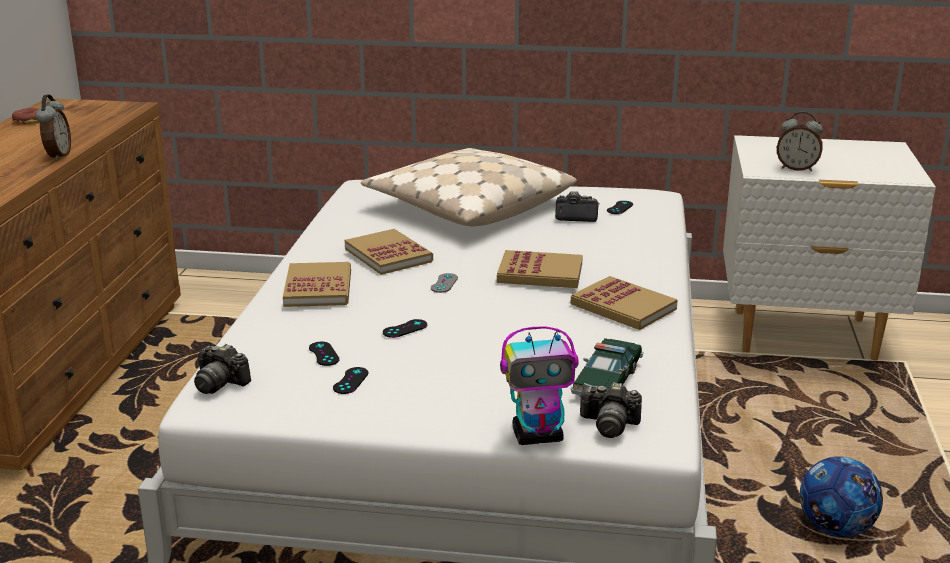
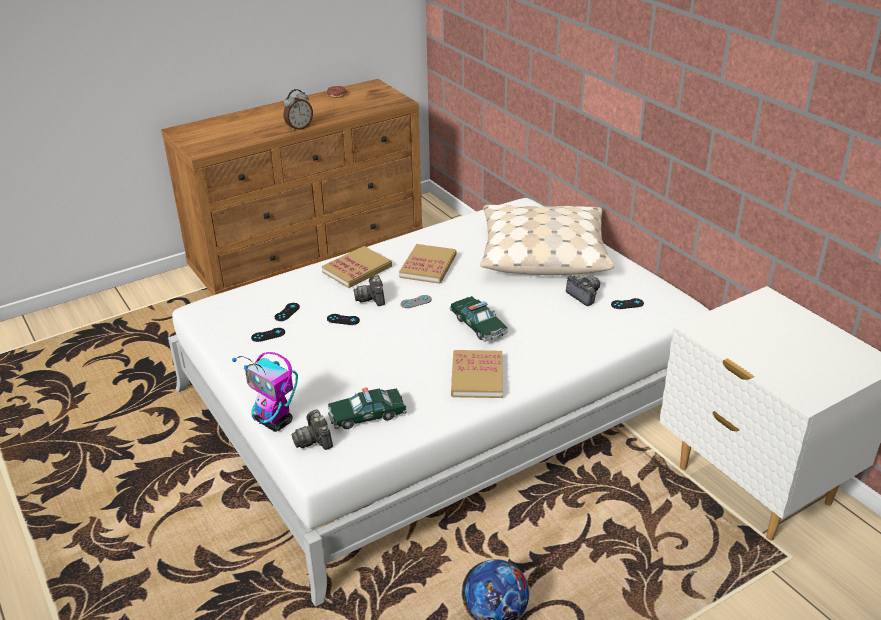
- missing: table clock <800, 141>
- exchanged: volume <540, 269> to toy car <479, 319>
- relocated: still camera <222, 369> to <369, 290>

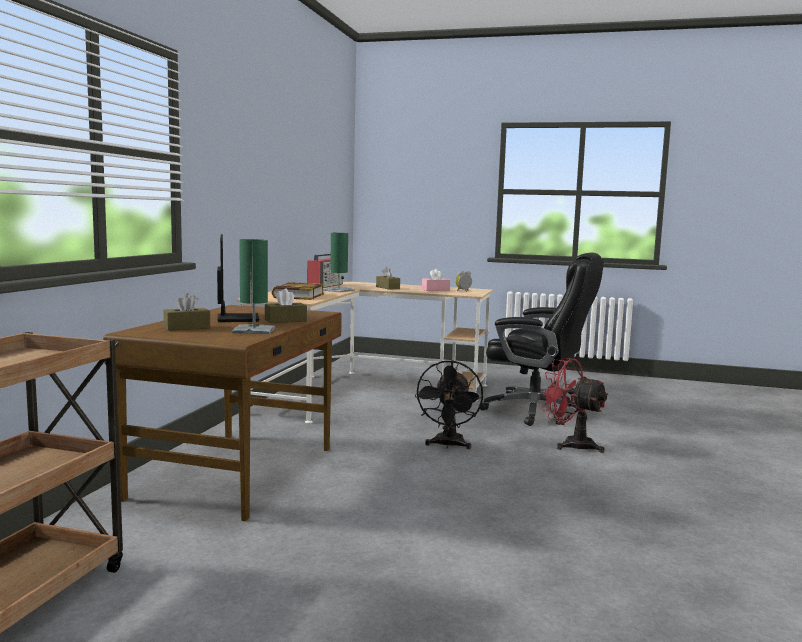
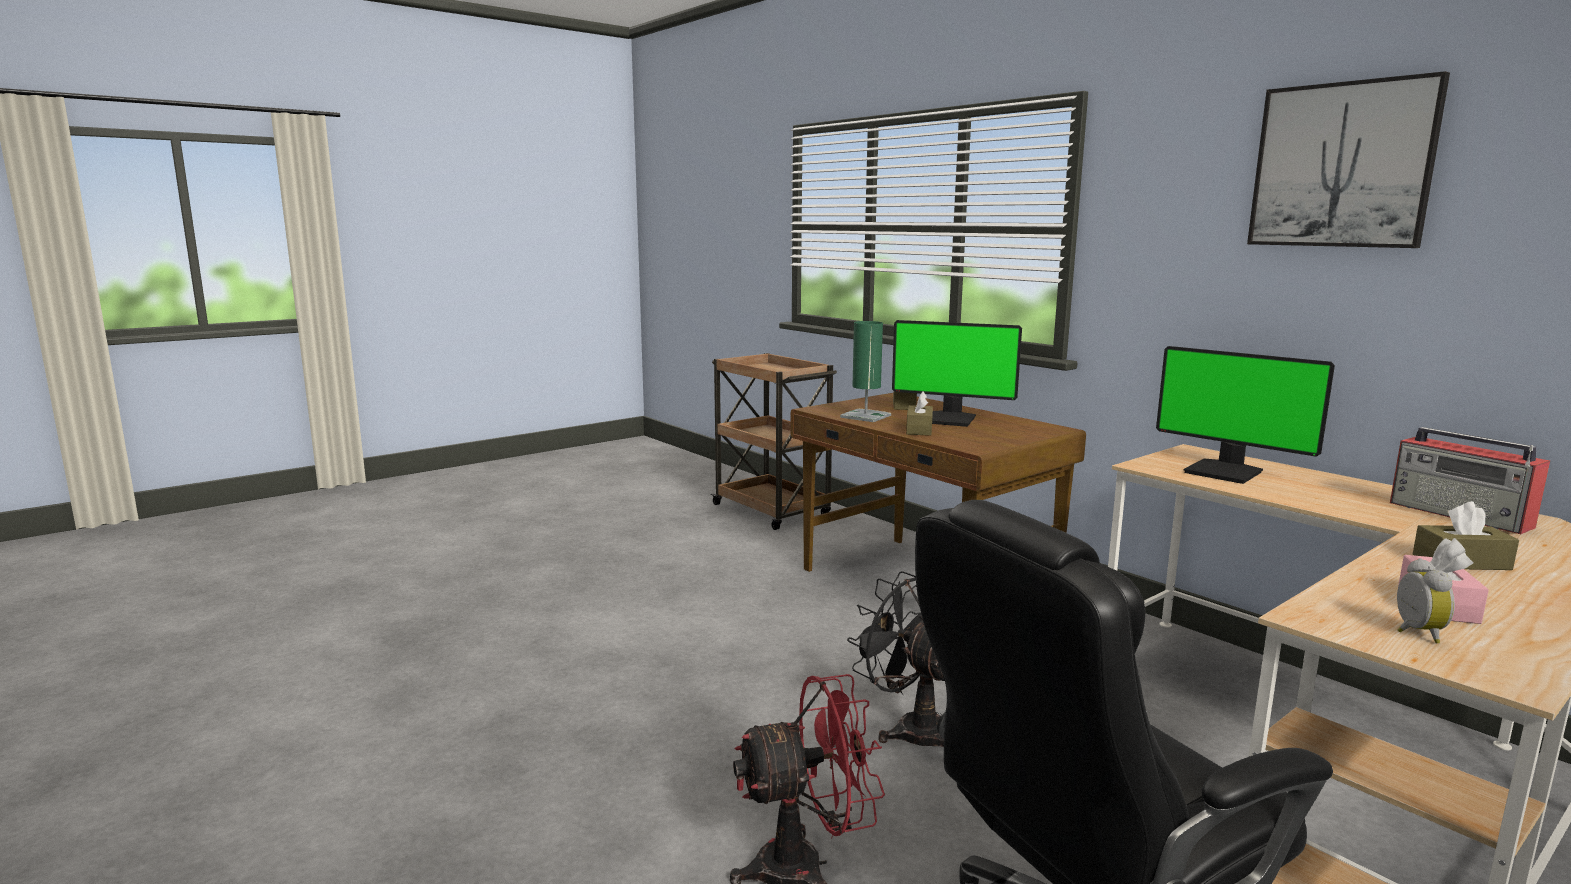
- missing: lamp for a table (green-coloured) <339, 263>
- exchanged: volume <298, 291> to computer screen <1245, 415>
- appeared: wall art <1348, 159>

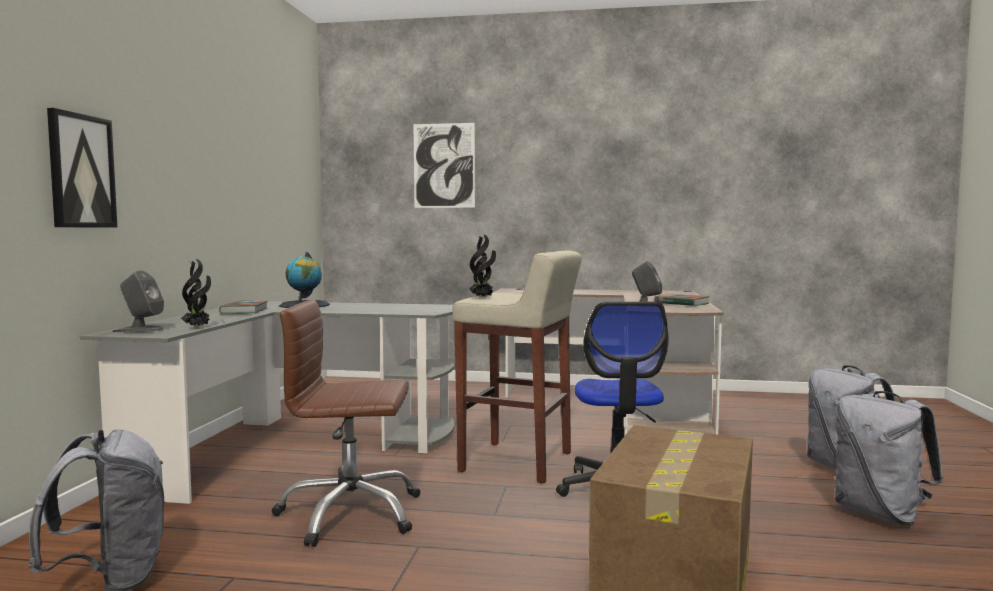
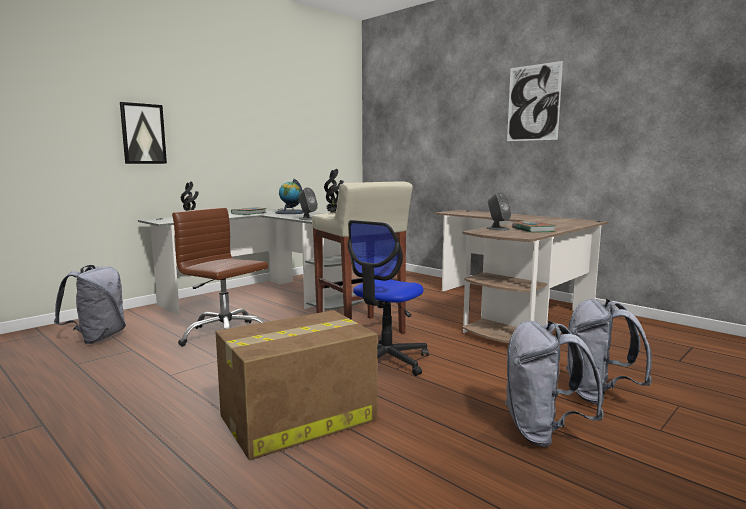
- relocated: wall art <444, 165> to <535, 101>
- relocated: speaker (grey) <142, 301> to <308, 203>

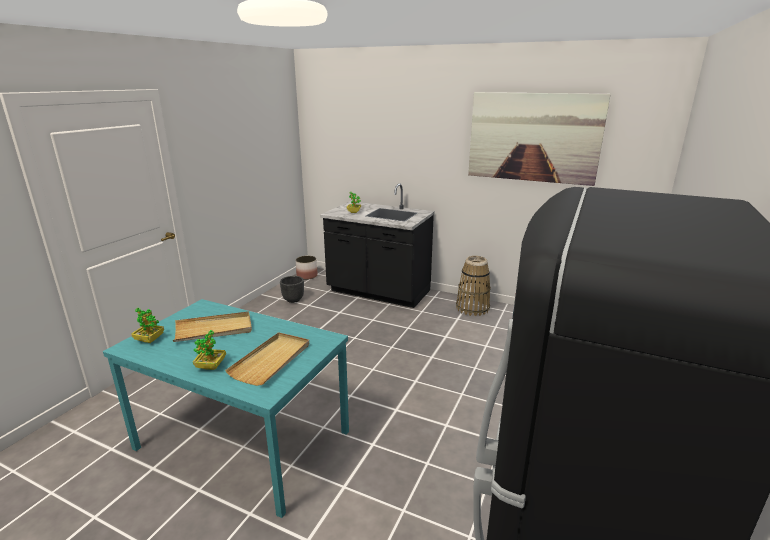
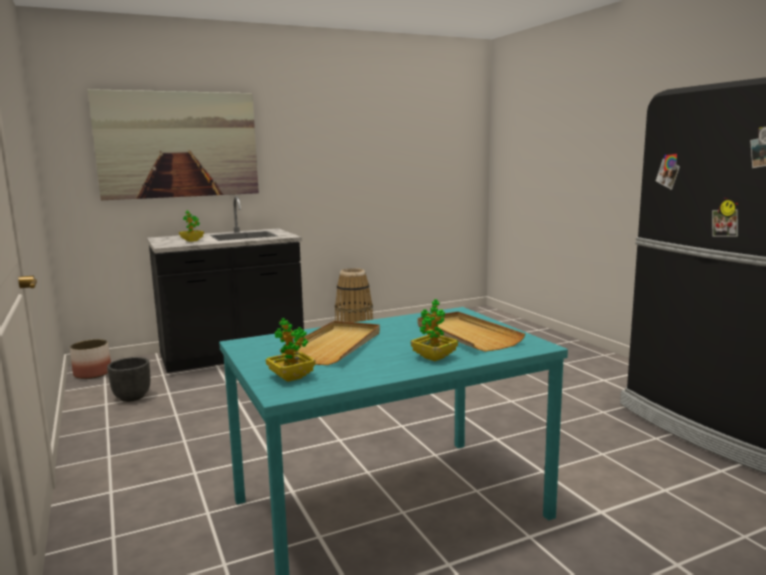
- relocated: wall art <539, 139> to <173, 144>

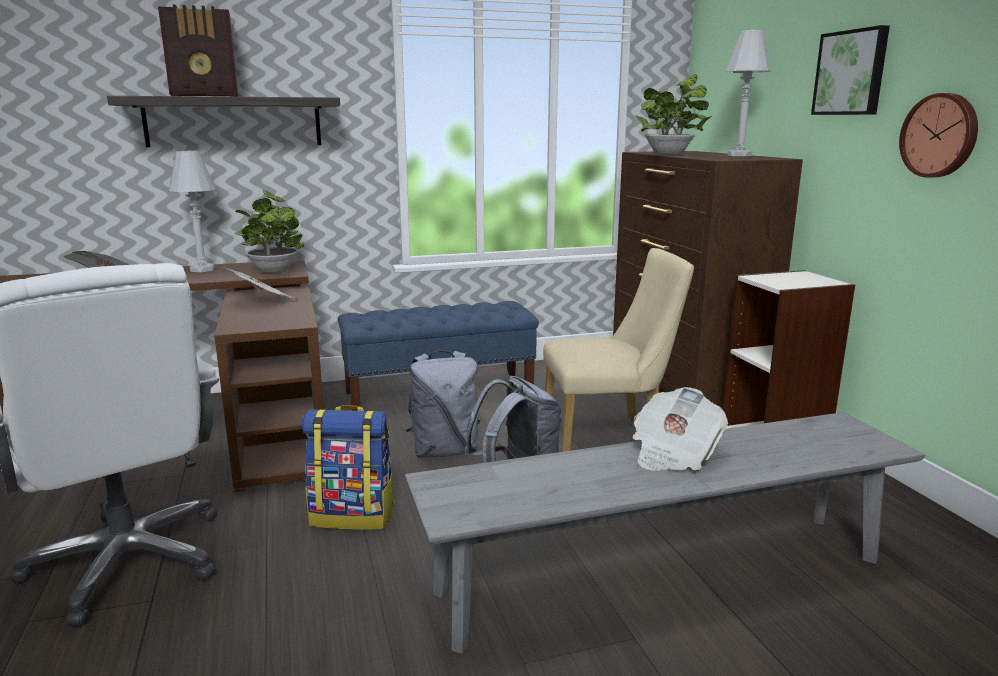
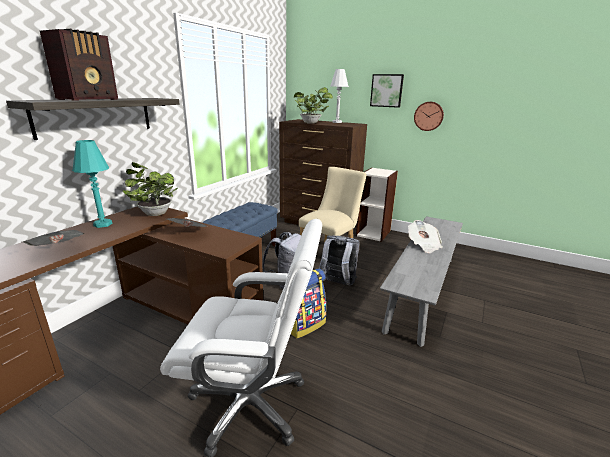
- colour: lamp for a table (white-coloured) <192, 211> to lamp for a table (turquoise) <92, 184>

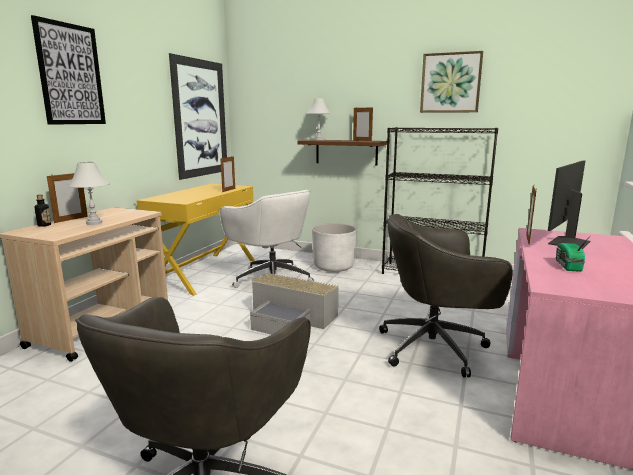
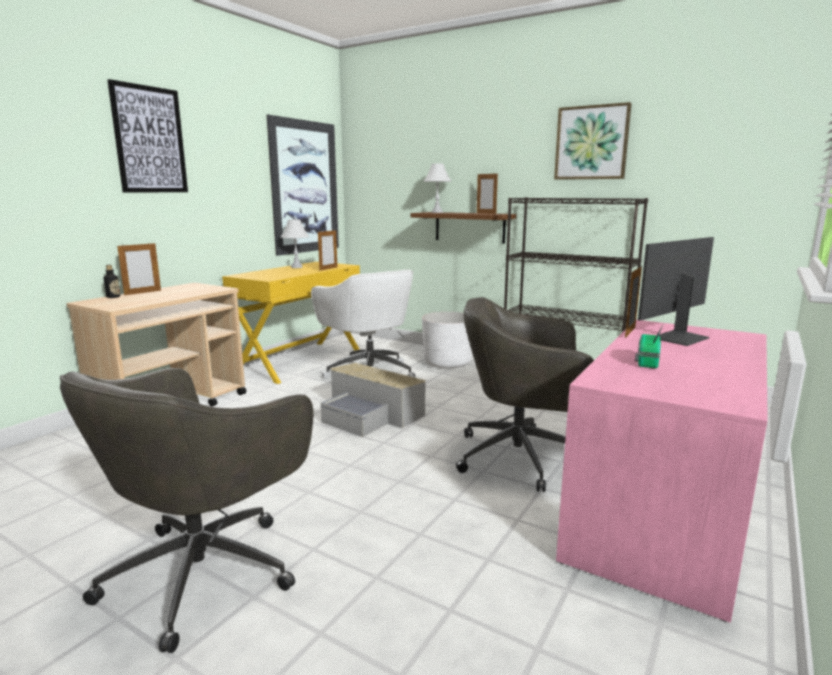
- relocated: lamp for a table (white-coloured) <89, 193> to <295, 243>

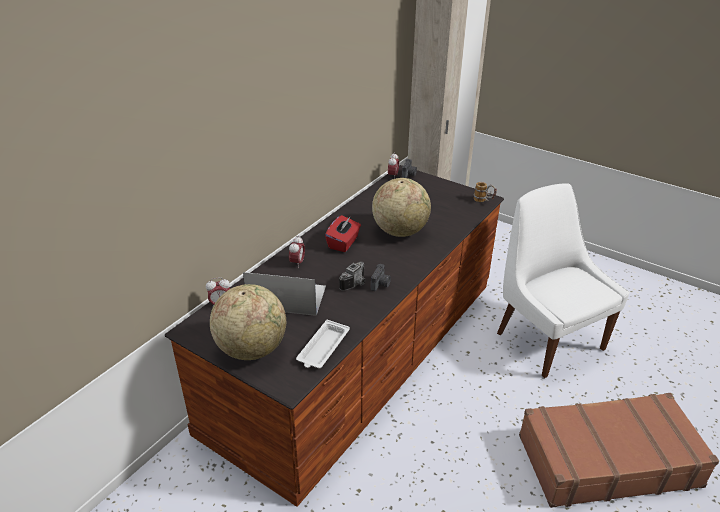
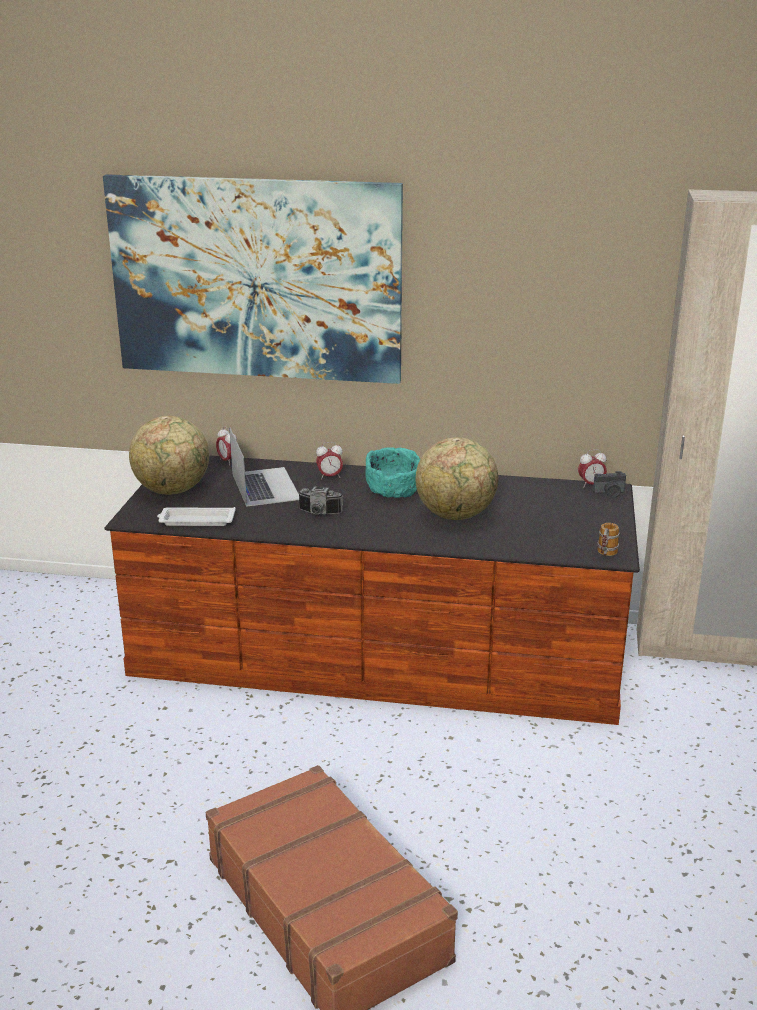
- missing: chair (white-coloured) <563, 280>
- exchanged: tissue holder (reddish) <343, 233> to bowl (turquoise) <392, 472>
- missing: still camera <381, 277>
- appeared: wall art <253, 279>

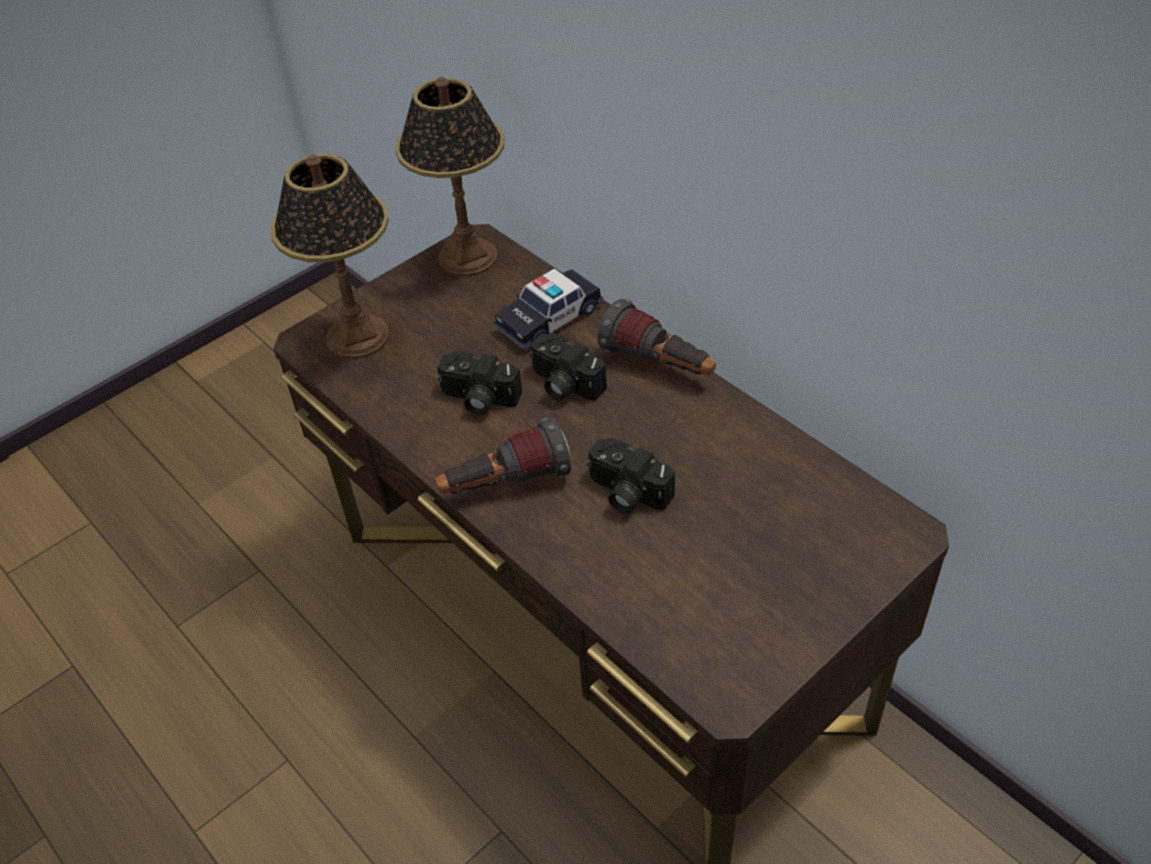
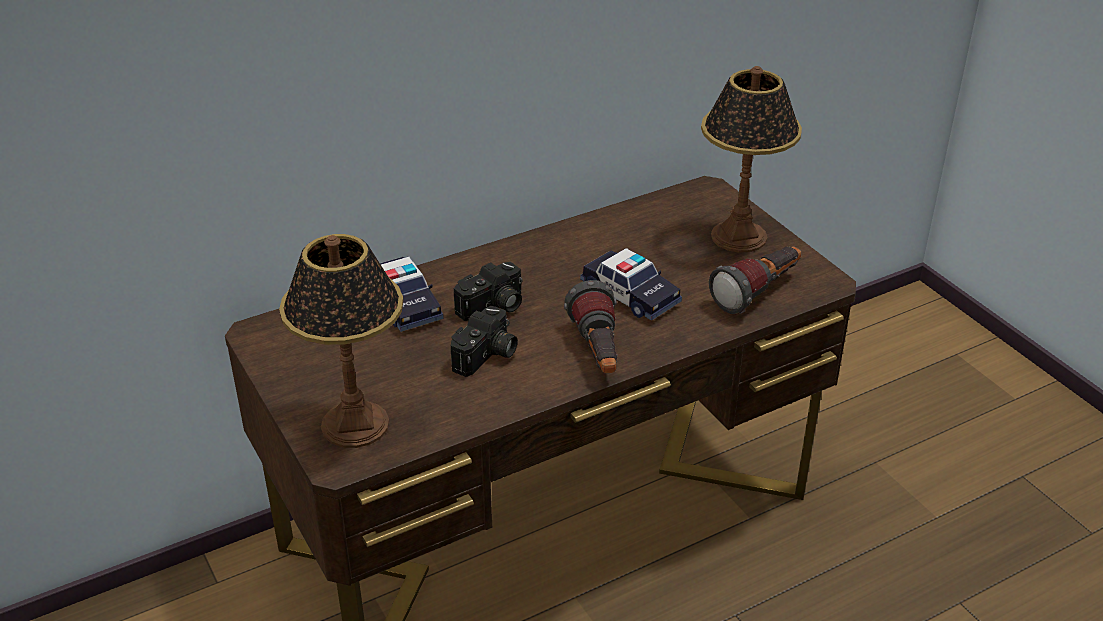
- relocated: lamp for a table <449, 176> to <751, 159>
- relocated: flashlight <657, 337> to <755, 280>
- exchanged: still camera <631, 476> to toy car <631, 284>

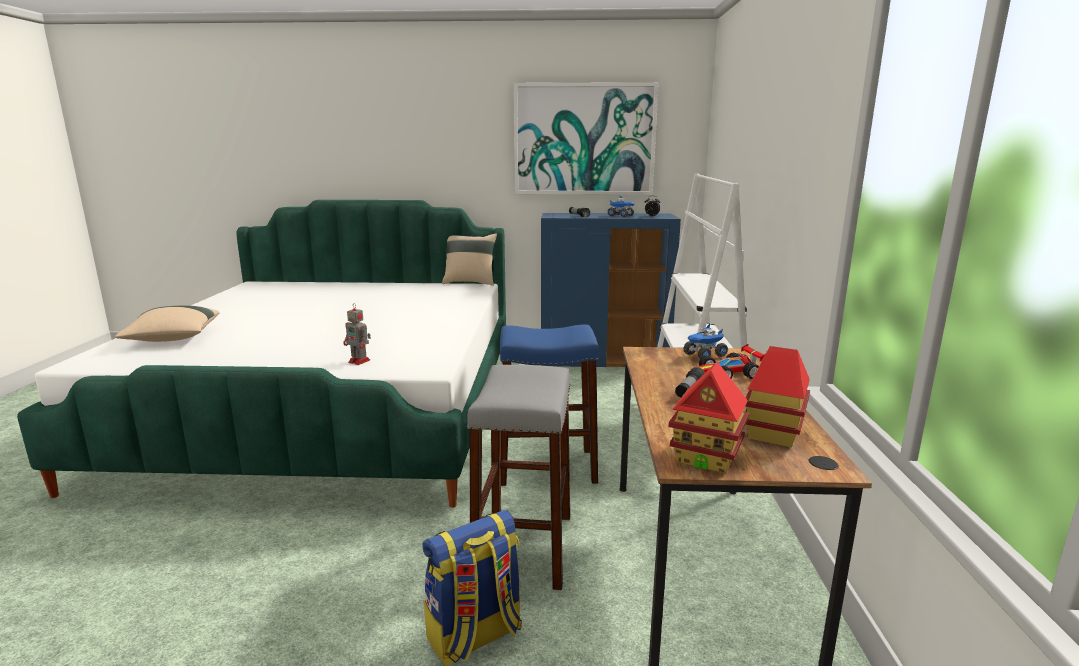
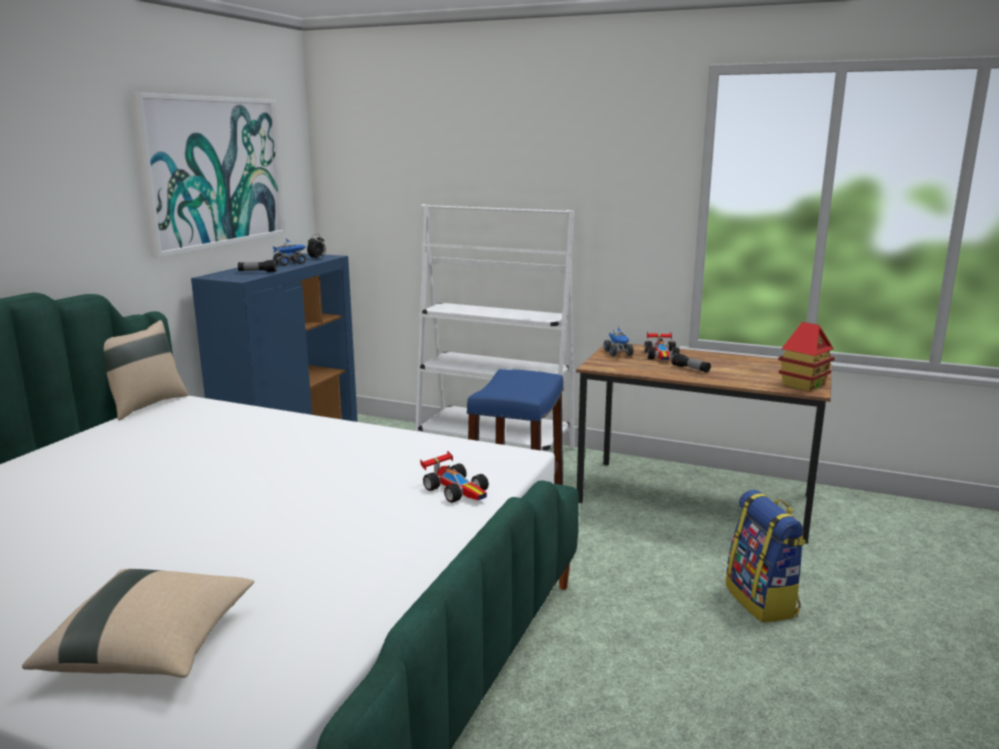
- exchanged: robot figure <357, 334> to toy car <454, 477>
- missing: toy house <777, 396>
- missing: stool (grey) <519, 477>

